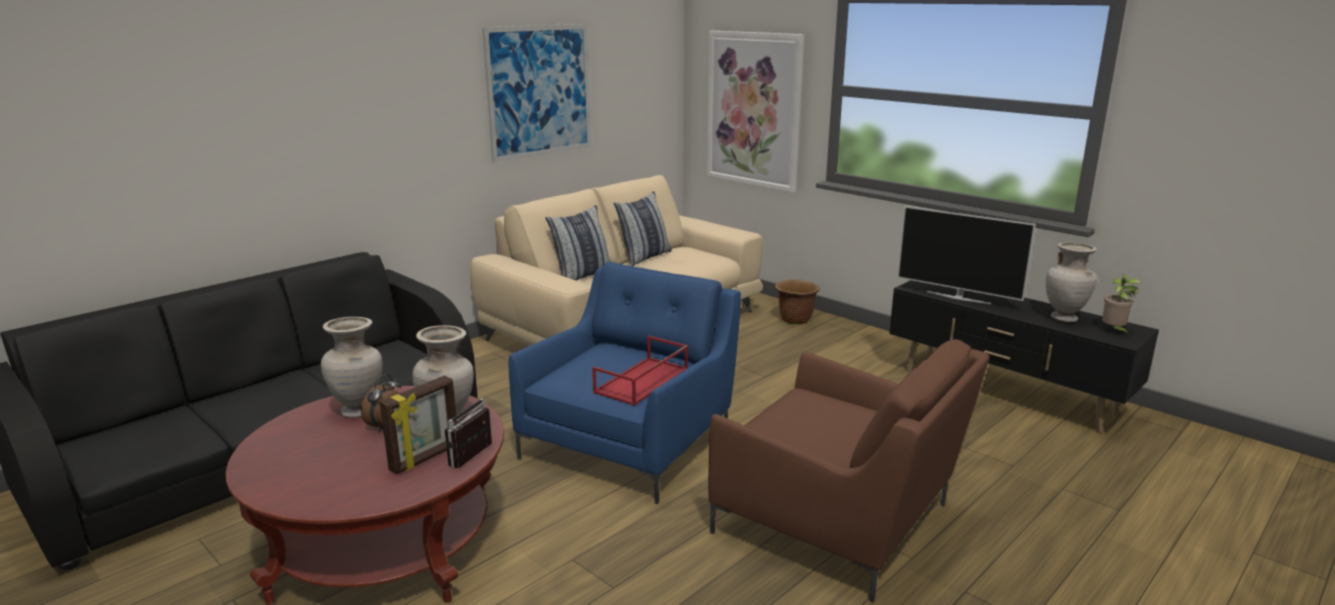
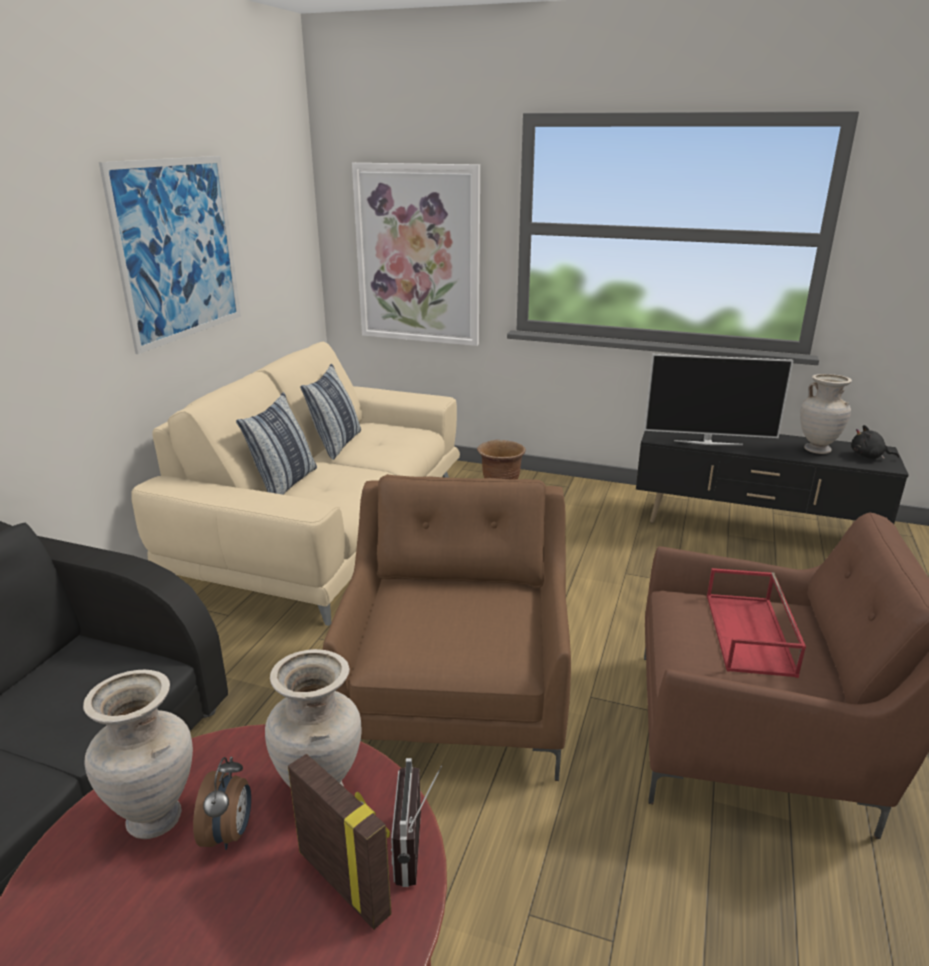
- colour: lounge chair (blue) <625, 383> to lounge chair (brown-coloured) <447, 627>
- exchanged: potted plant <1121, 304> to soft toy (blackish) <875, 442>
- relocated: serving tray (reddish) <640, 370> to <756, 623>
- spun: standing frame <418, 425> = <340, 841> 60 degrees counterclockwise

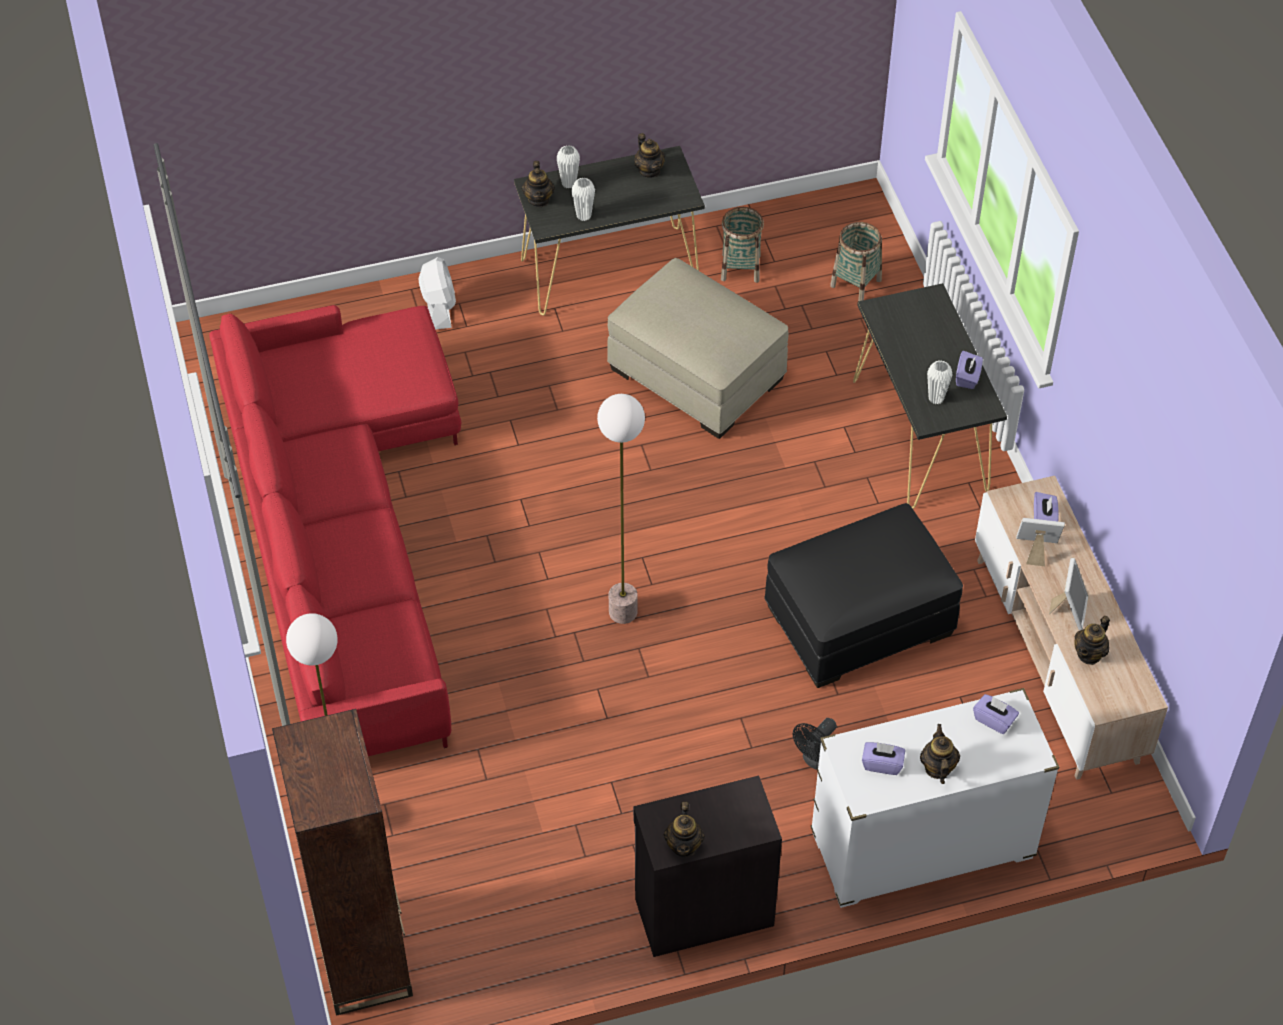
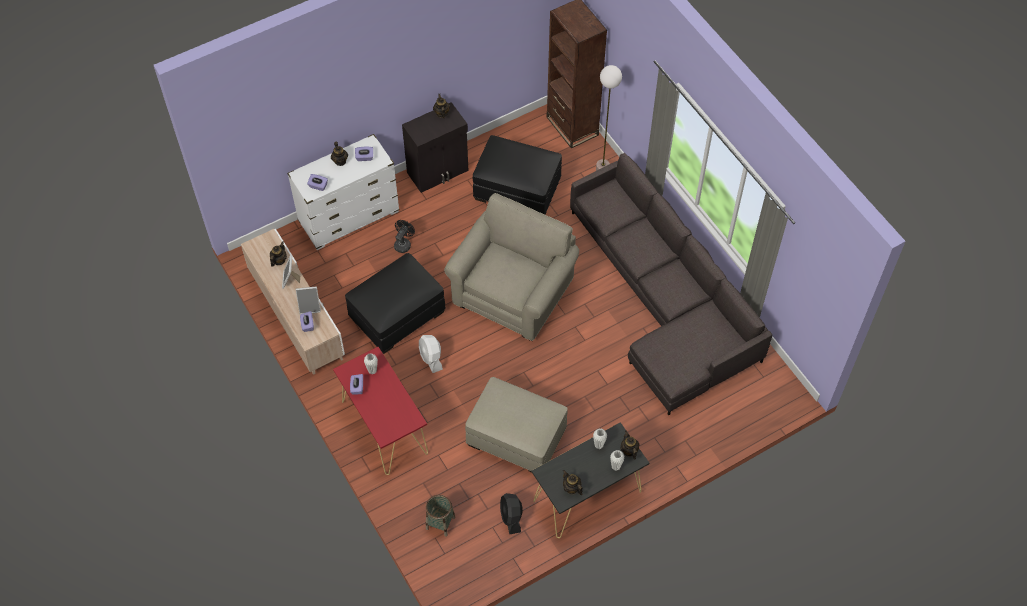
- exchanged: basket <742, 245> to cooling fan (blackish) <511, 513>
- relocated: cooling fan (white-coloured) <437, 293> to <431, 354>
- colour: hall table (blackish) <930, 396> to hall table (reddish) <380, 411>
- colour: couch (reddish) <335, 530> to couch (grey) <671, 284>
- exchanged: standing lamp <621, 509> to lounge chair (sand-coloured) <511, 267>
- appeared: ottoman (blackish) <517, 174>

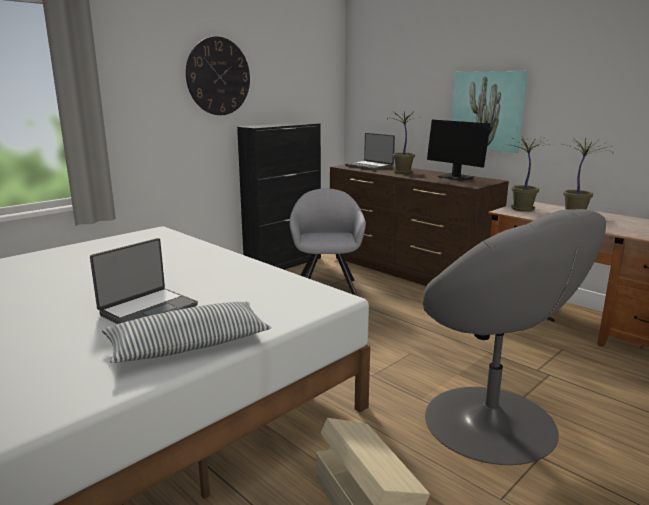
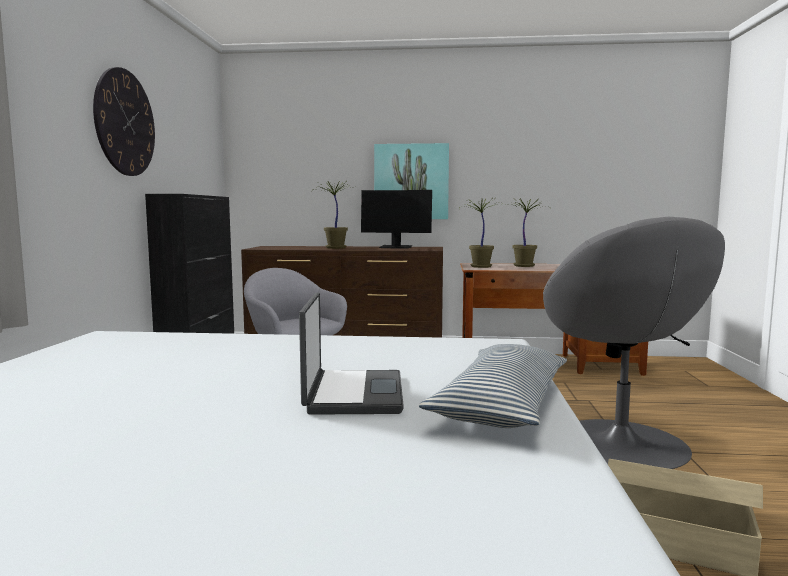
- missing: laptop <370, 152>
- spun: lounge chair (grey) <514, 337> = <634, 343> 60 degrees clockwise

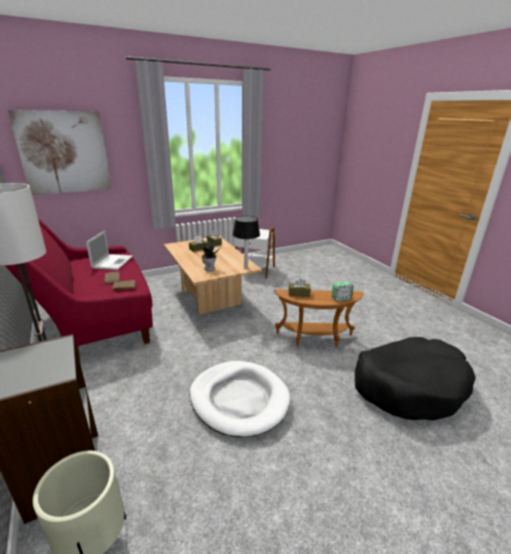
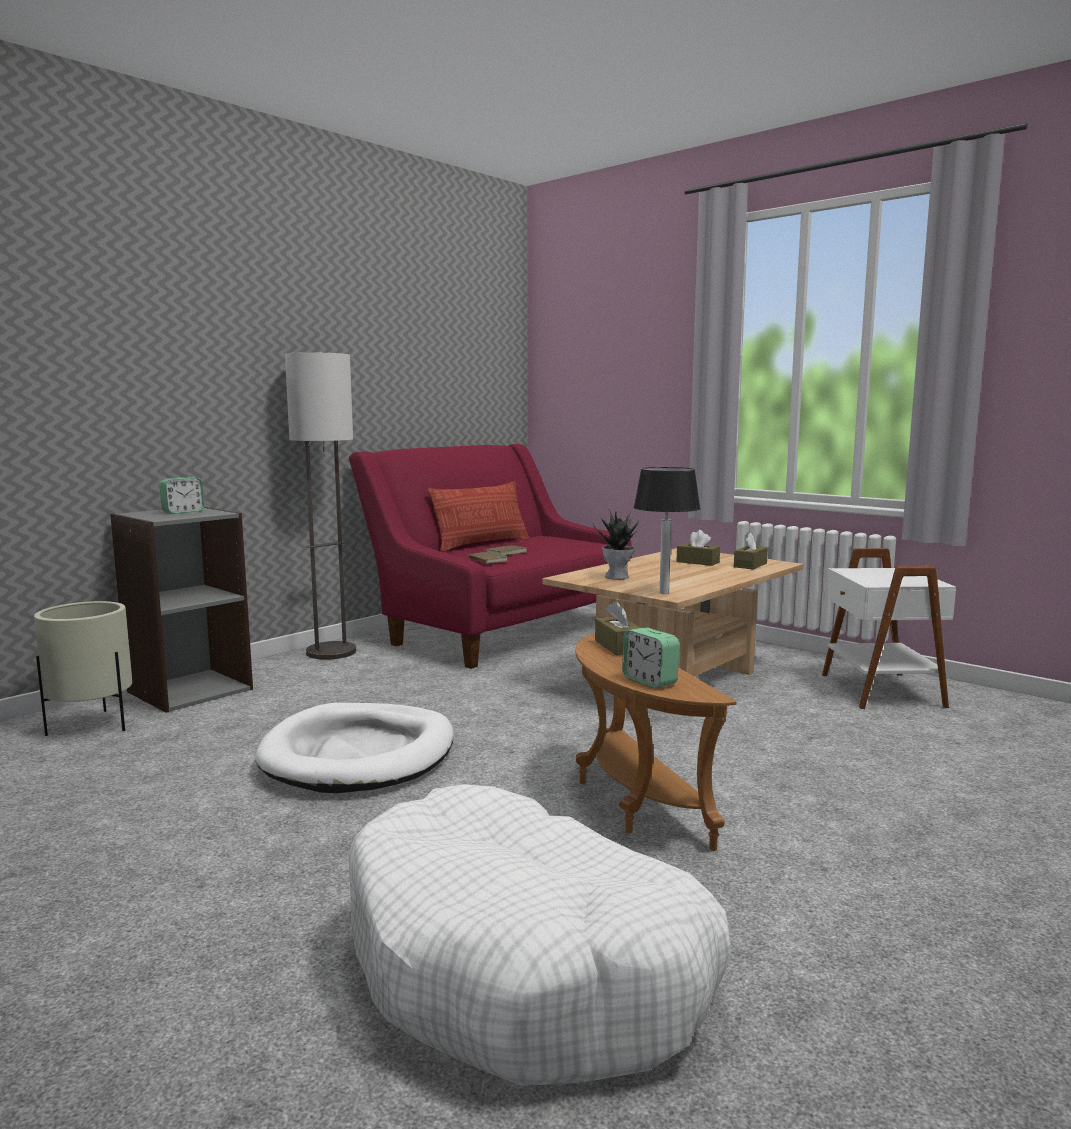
- missing: wall art <60, 152>
- missing: laptop <109, 250>
- colour: pet bed (blackish) <415, 378> to pet bed (white-coloured) <539, 935>
- appeared: table clock <182, 495>
- appeared: throw pillow <479, 516>

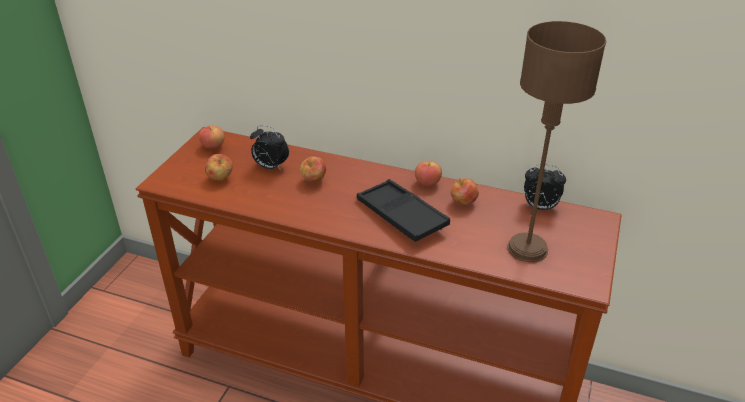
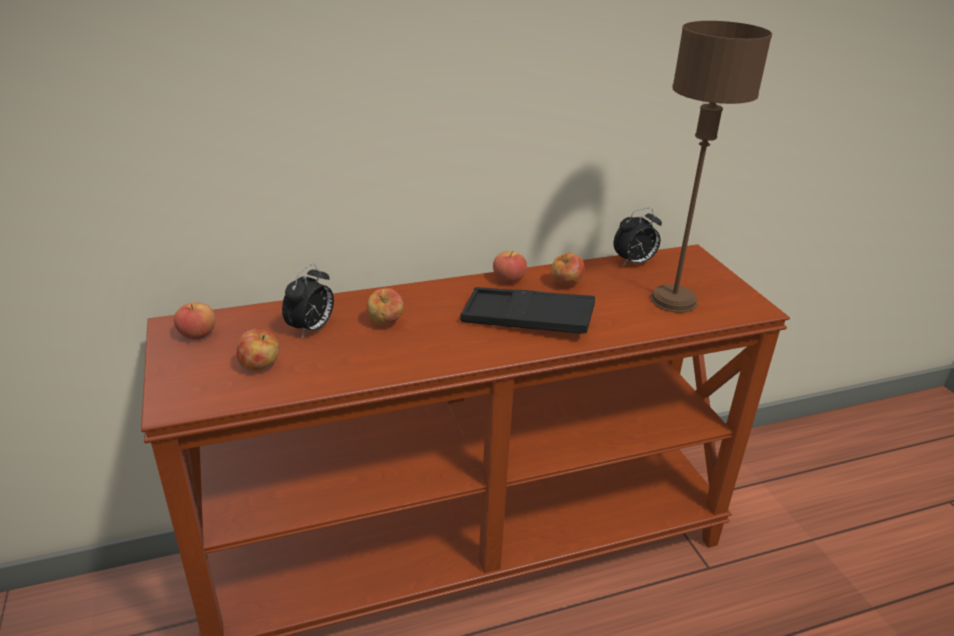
- spun: table clock <269, 148> = <308, 301> 45 degrees counterclockwise

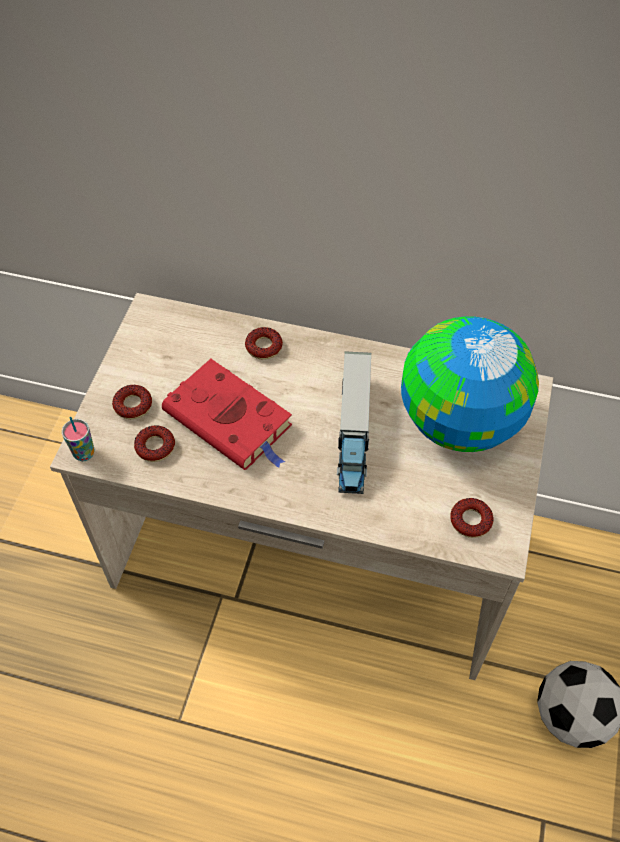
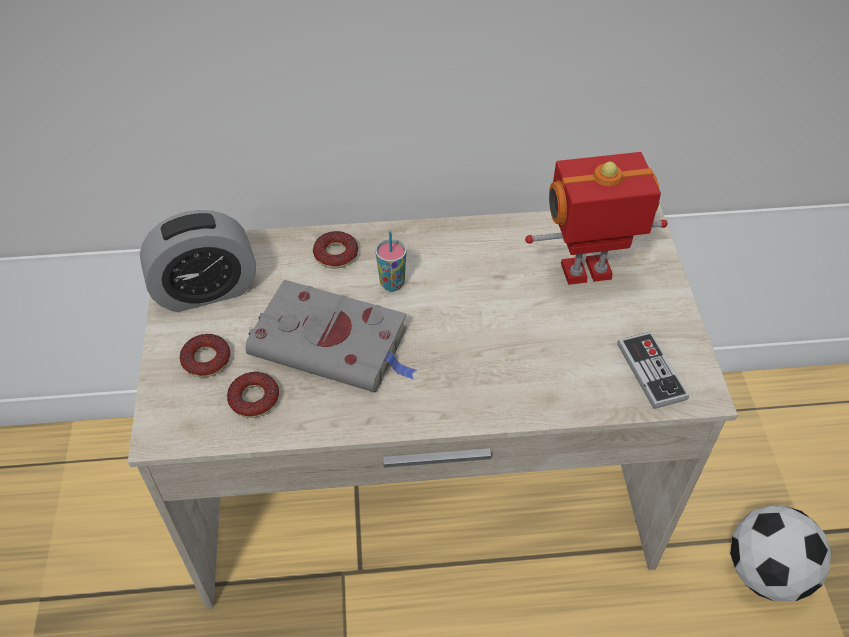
- exchanged: desk globe <470, 384> to robot figure <596, 218>
- missing: model truck <354, 422>
- colour: volume (reddish) <227, 414> to volume (grey) <331, 336>
- relocated: small cup <78, 439> to <391, 261>
- exchanged: doughnut <472, 518> to joypad <653, 370>
- appeared: table clock <198, 261>

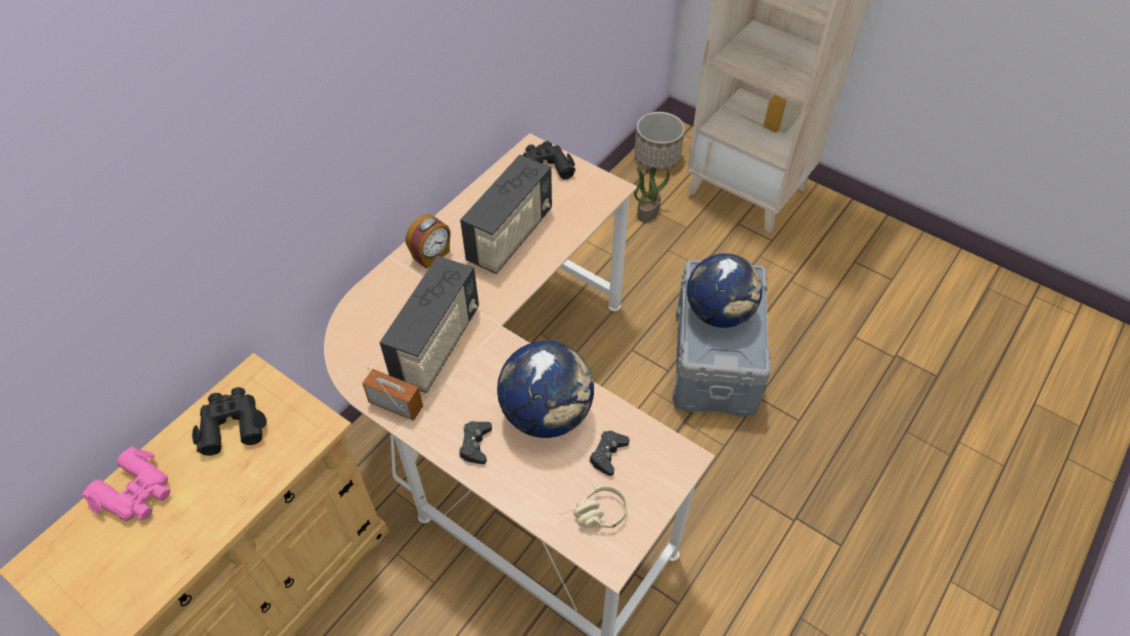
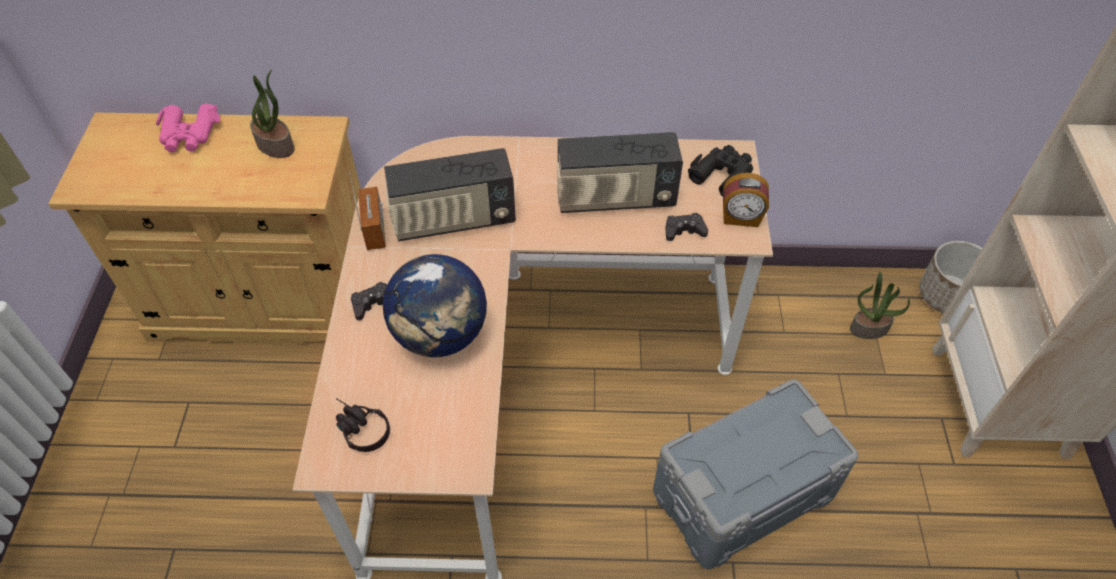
- relocated: table clock <428, 241> to <746, 200>
- missing: desk globe <724, 290>
- exchanged: pair of binoculars (blackish) <229, 421> to potted plant <272, 113>
- relocated: joypad (blackish) <609, 453> to <686, 227>
- colour: headphones (sand-coloured) <593, 507> to headphones (blackish) <363, 425>

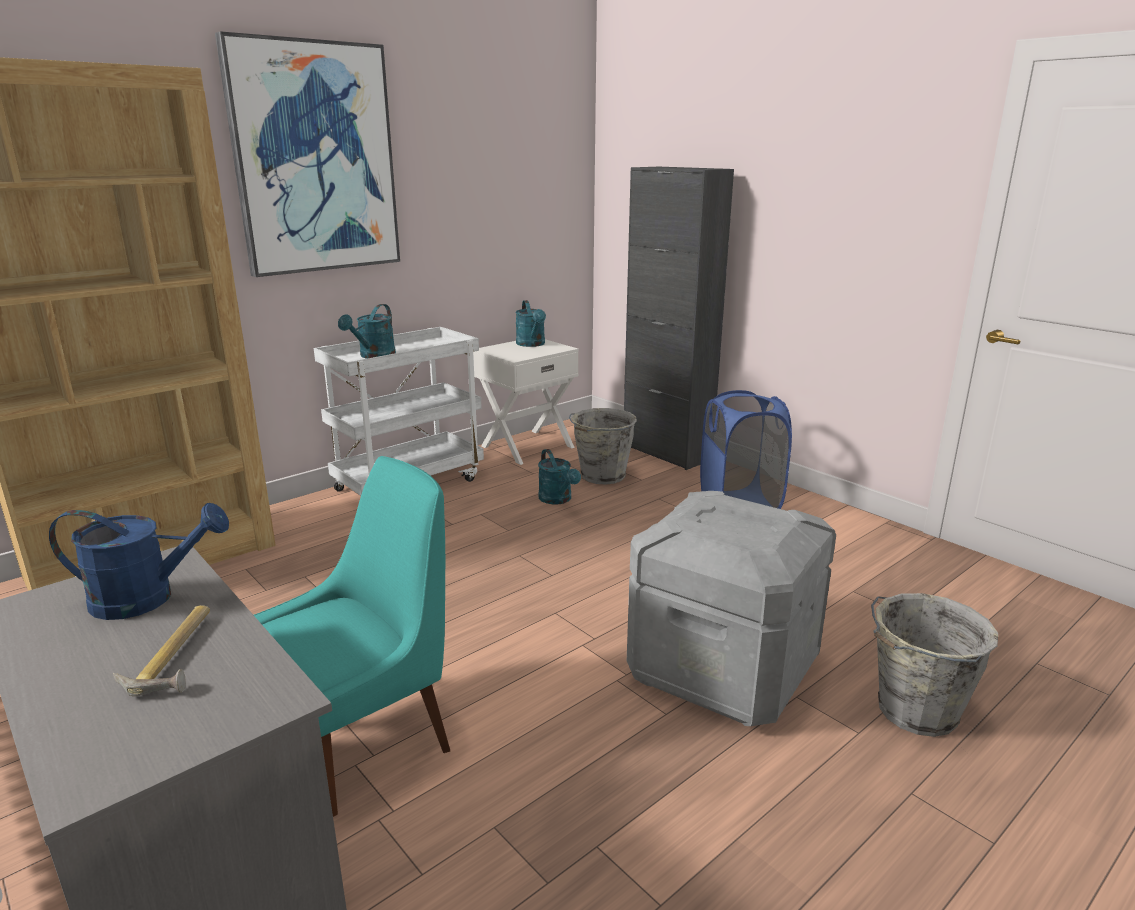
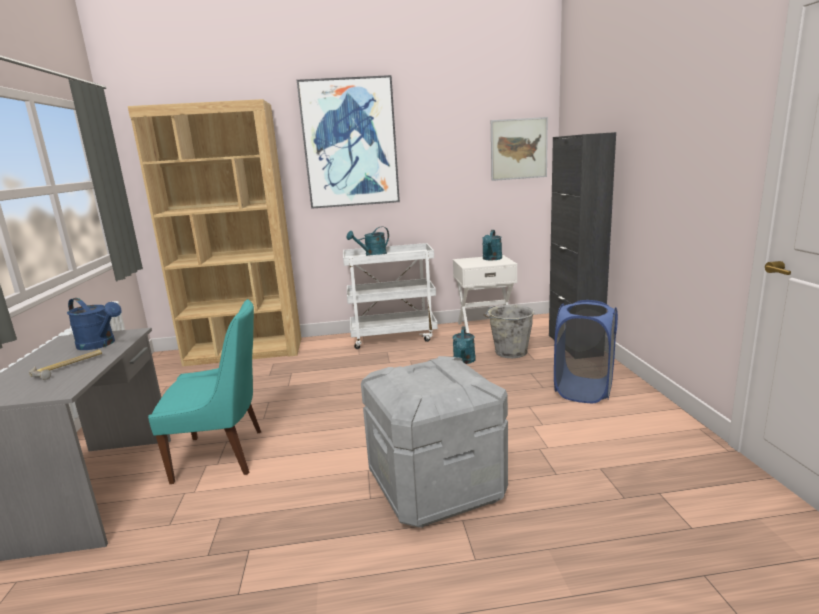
- missing: bucket (grey) <934, 665>
- appeared: wall art <519, 149>

